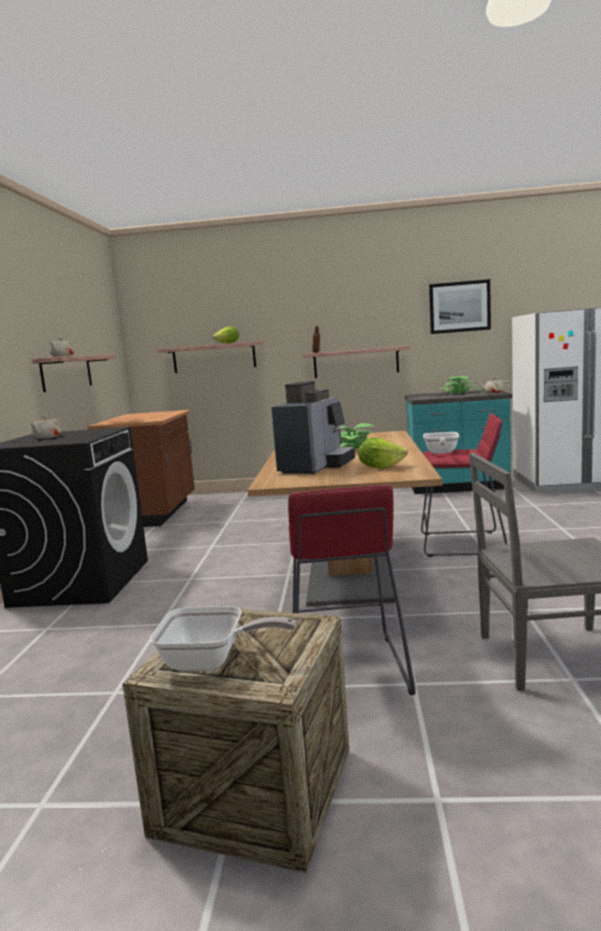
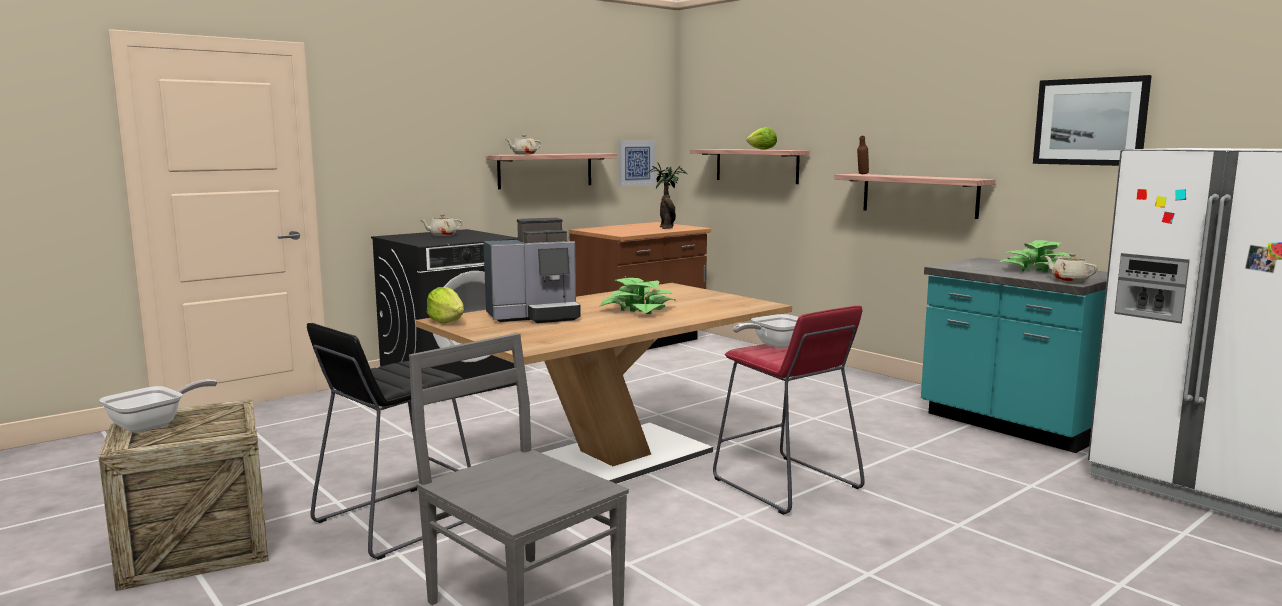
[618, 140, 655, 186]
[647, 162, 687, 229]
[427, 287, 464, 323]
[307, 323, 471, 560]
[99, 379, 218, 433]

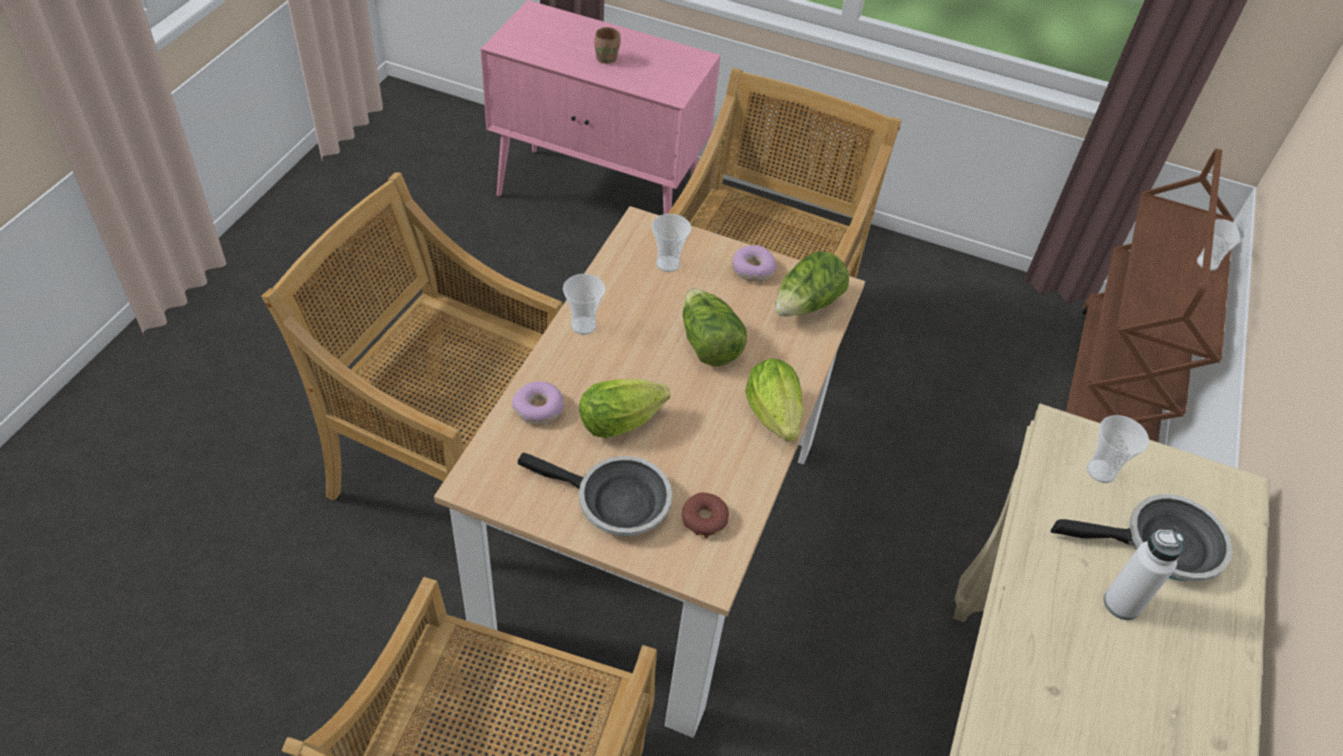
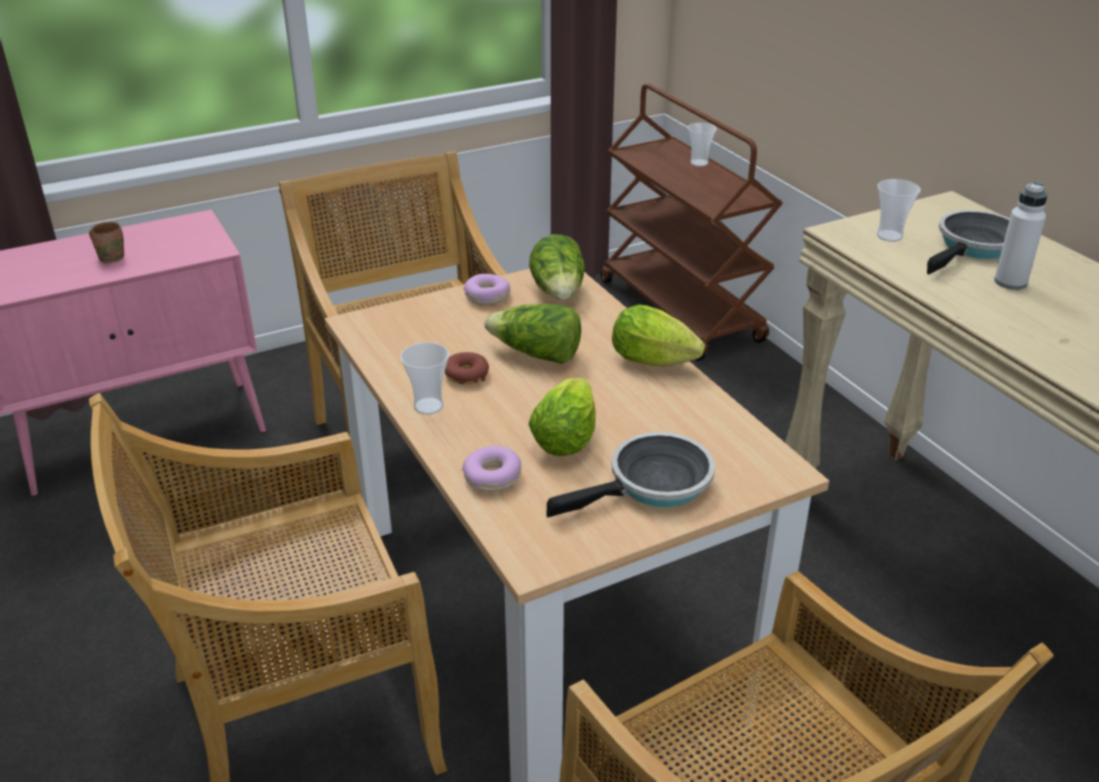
[652, 214, 691, 272] (first image)
[445, 352, 489, 384]

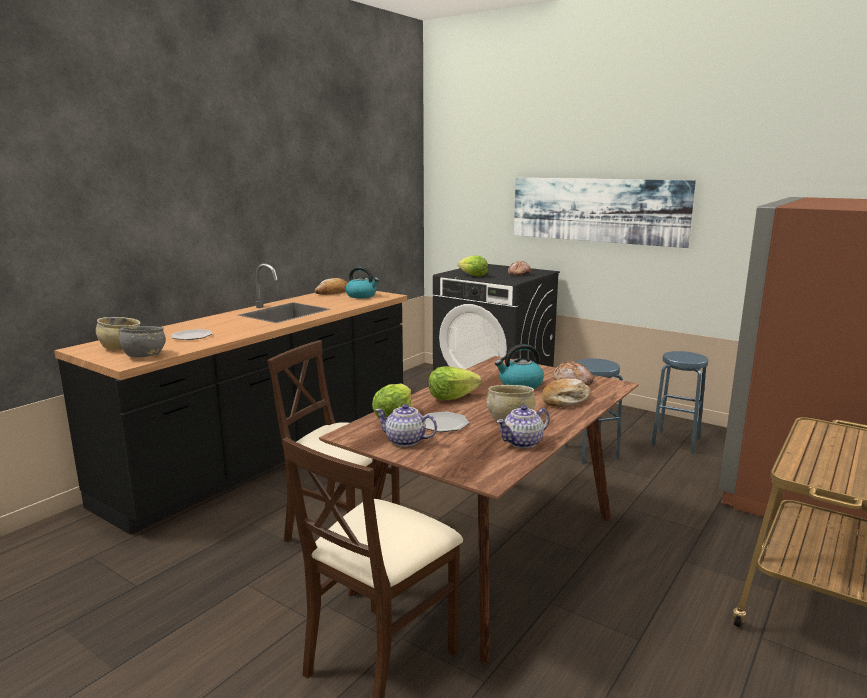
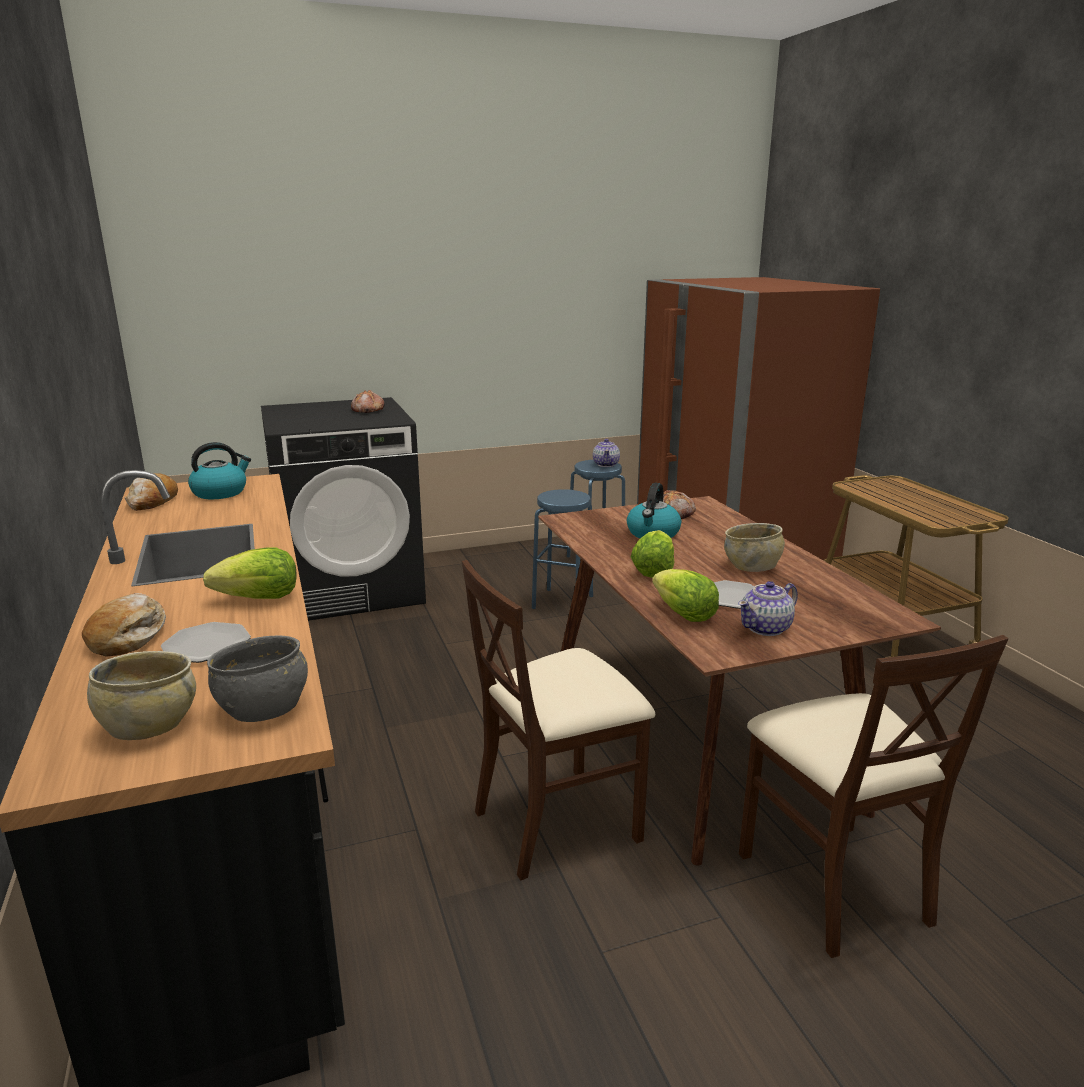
[514, 177, 696, 248] (first image)
[203, 547, 297, 599]
[593, 439, 620, 467]
[82, 593, 166, 657]

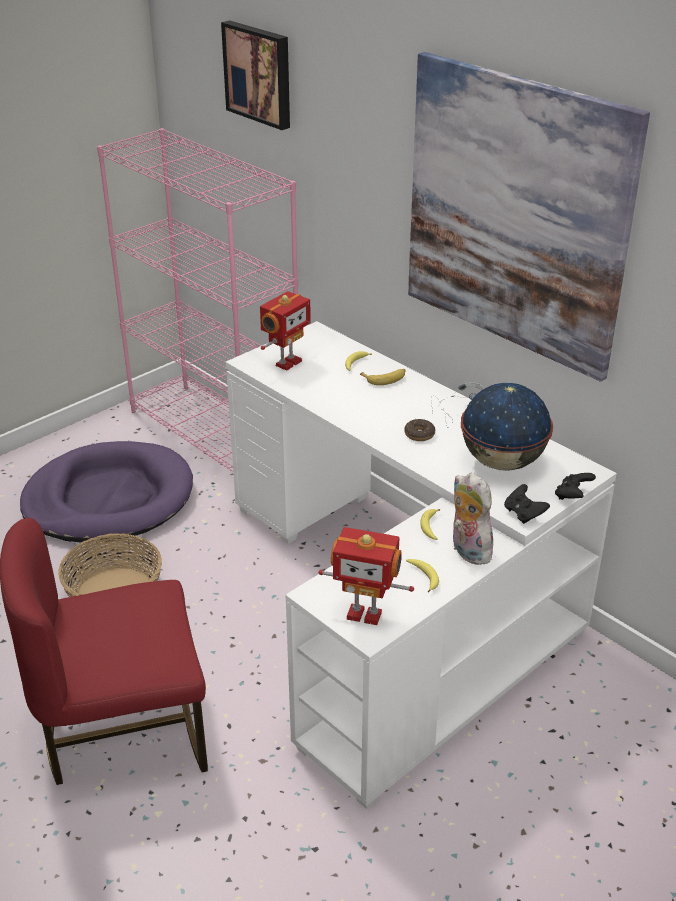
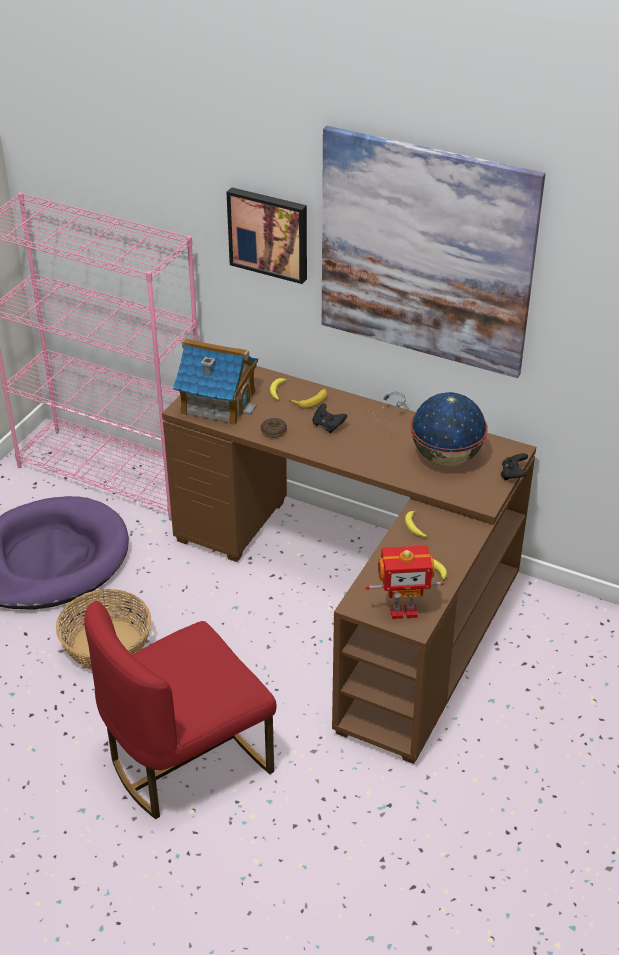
[453, 472, 495, 565] (first image)
[226, 187, 307, 284]
[261, 418, 287, 438]
[312, 403, 347, 433]
[173, 338, 258, 426]
[162, 366, 536, 764]

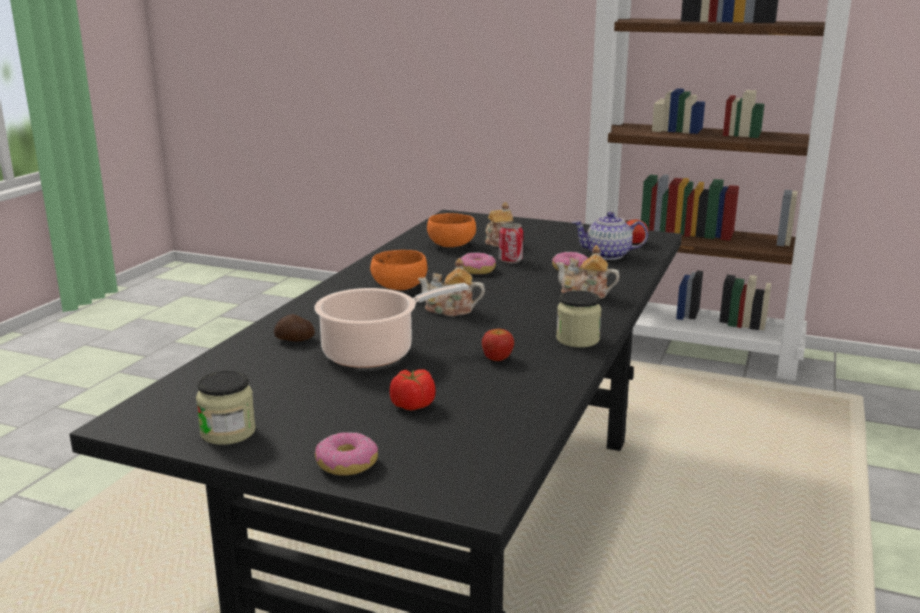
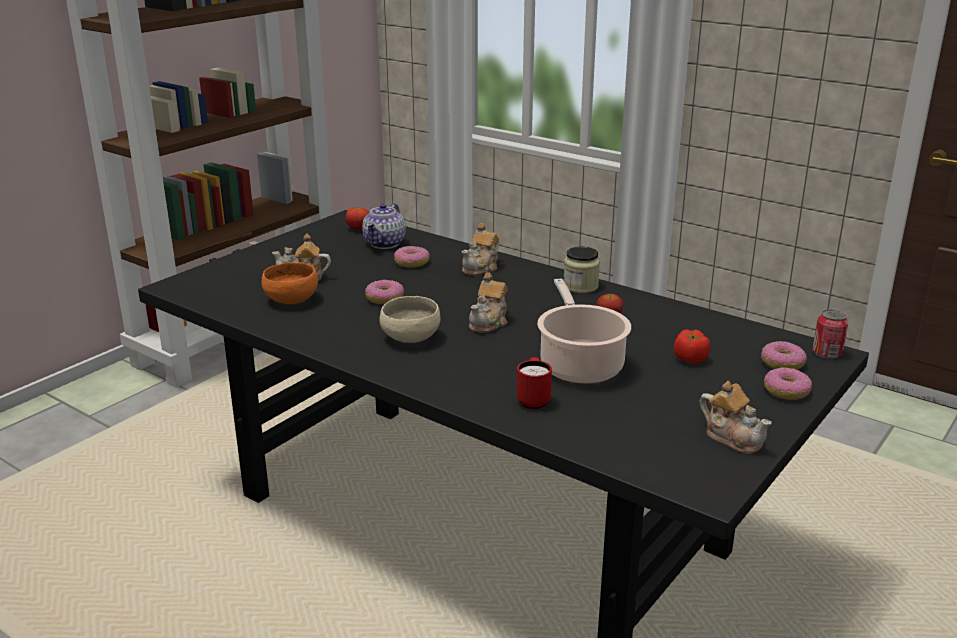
[761, 341, 807, 370]
[813, 309, 848, 359]
[700, 381, 772, 454]
[517, 357, 552, 409]
[379, 296, 440, 343]

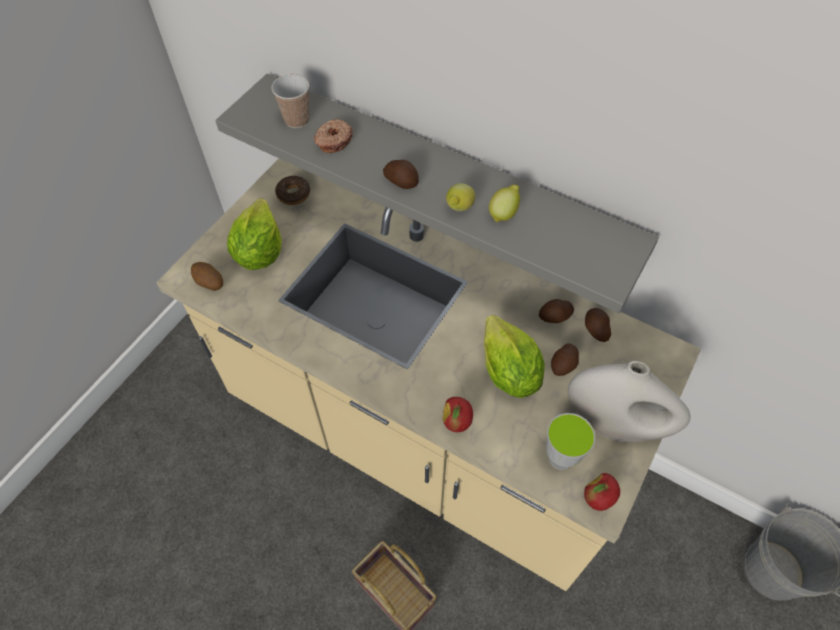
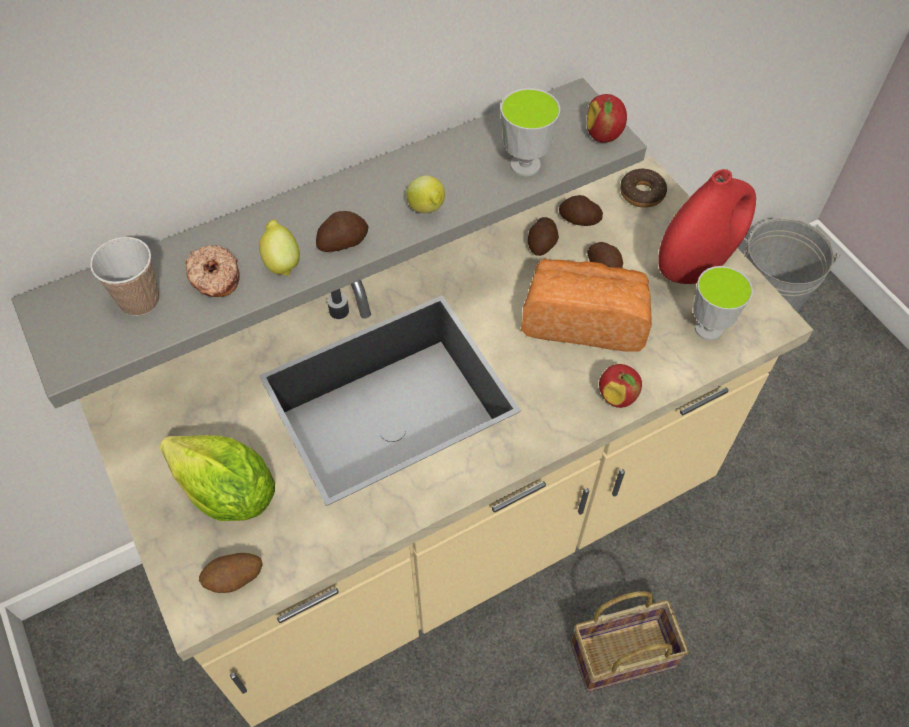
[501, 88, 560, 176]
[620, 169, 667, 208]
[259, 220, 300, 276]
[587, 94, 627, 143]
[521, 259, 652, 352]
[658, 169, 756, 284]

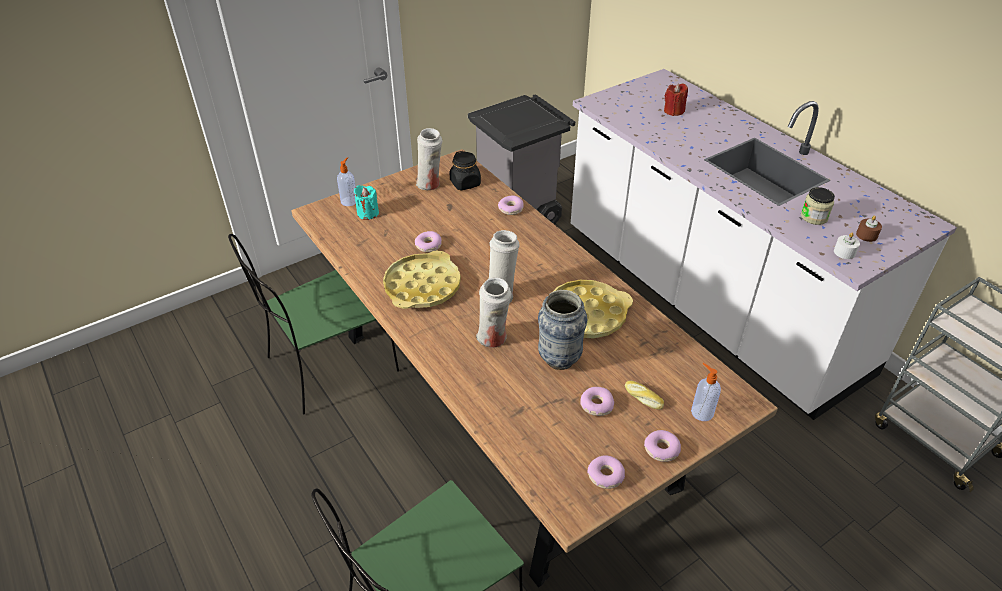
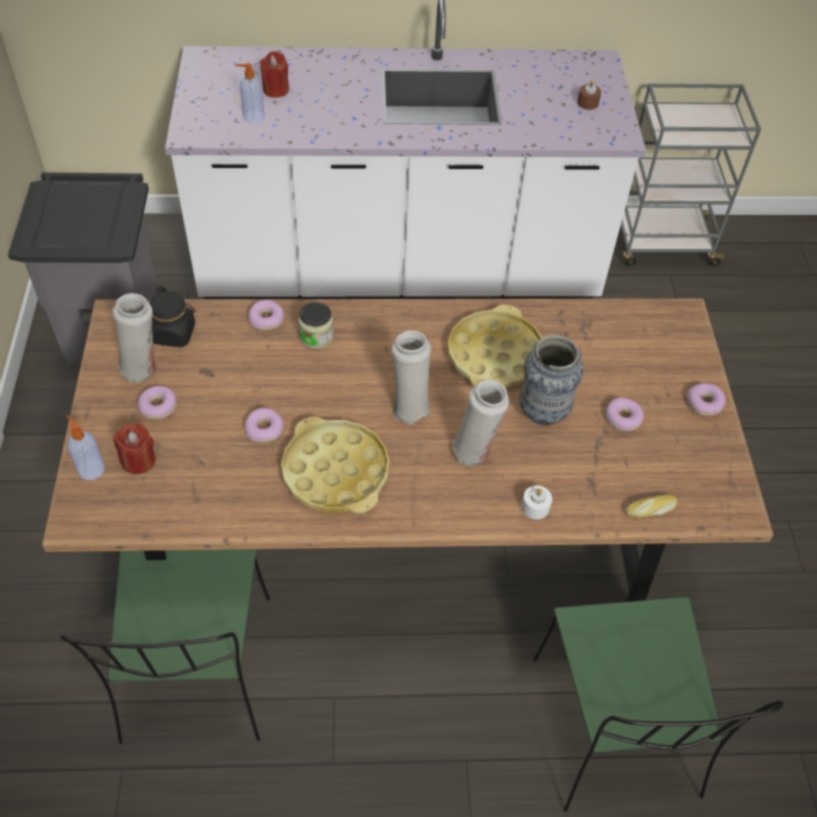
[138, 386, 177, 419]
[625, 494, 678, 518]
[235, 63, 265, 123]
[298, 302, 334, 349]
[521, 485, 552, 520]
[113, 424, 156, 474]

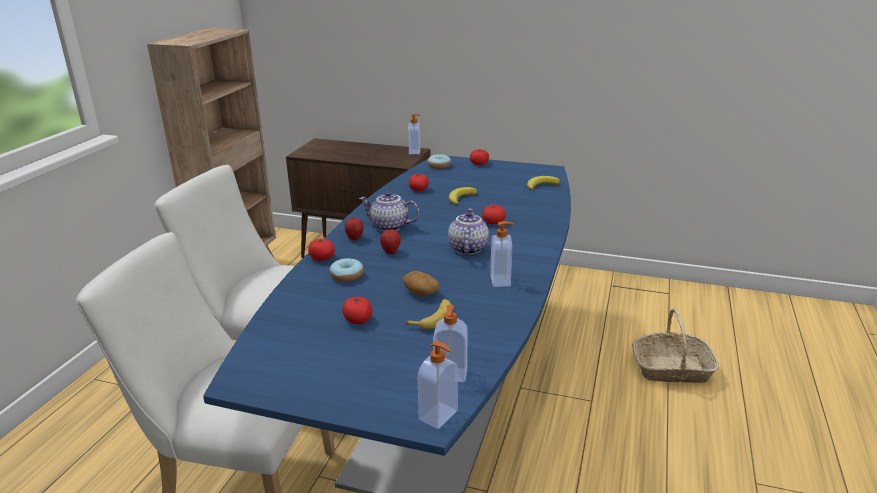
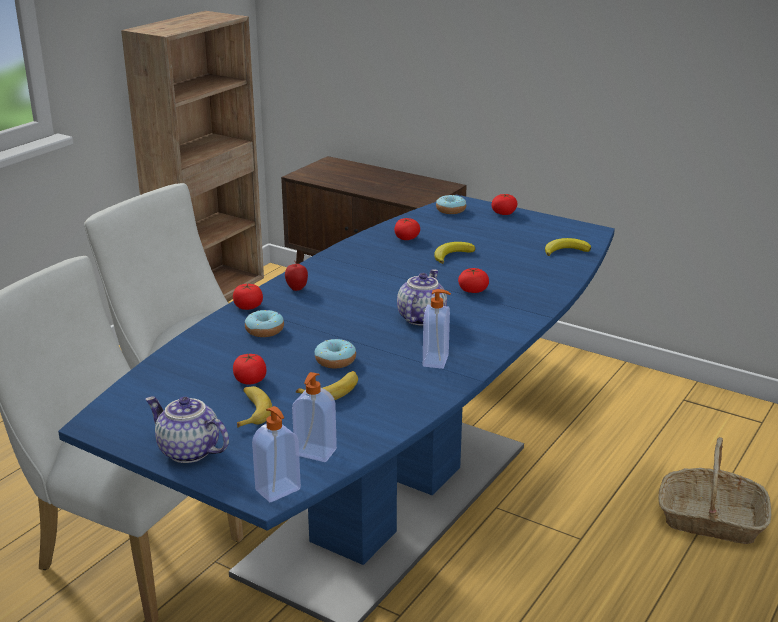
[380, 228, 401, 254] (first image)
[408, 114, 421, 154] (first image)
[237, 386, 272, 428]
[145, 396, 229, 463]
[315, 339, 356, 368]

